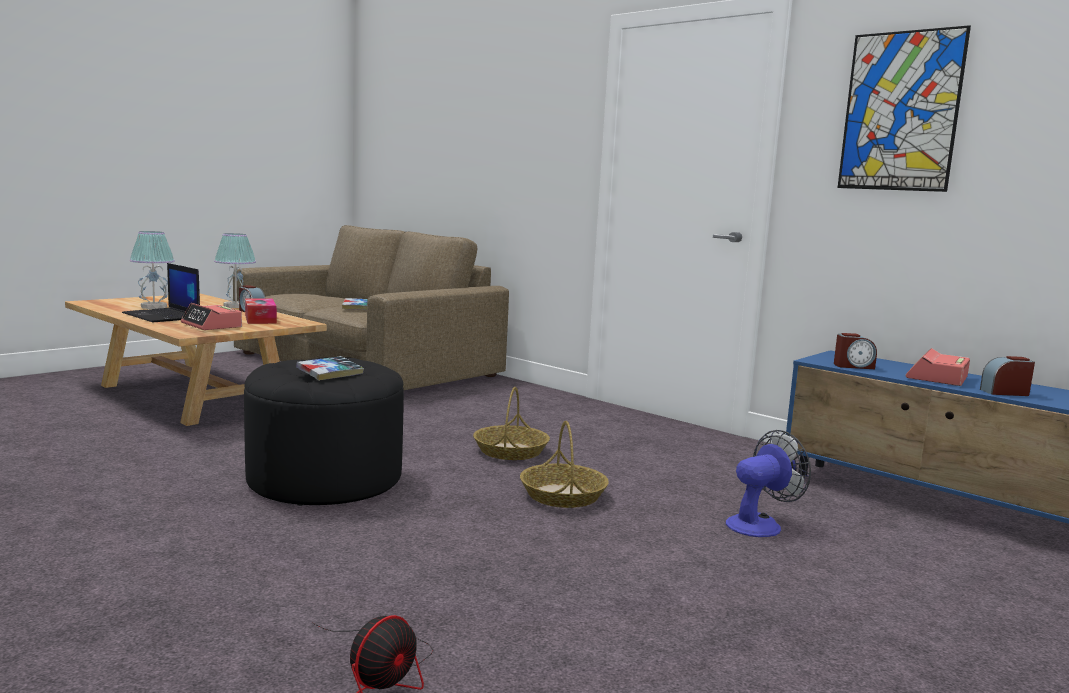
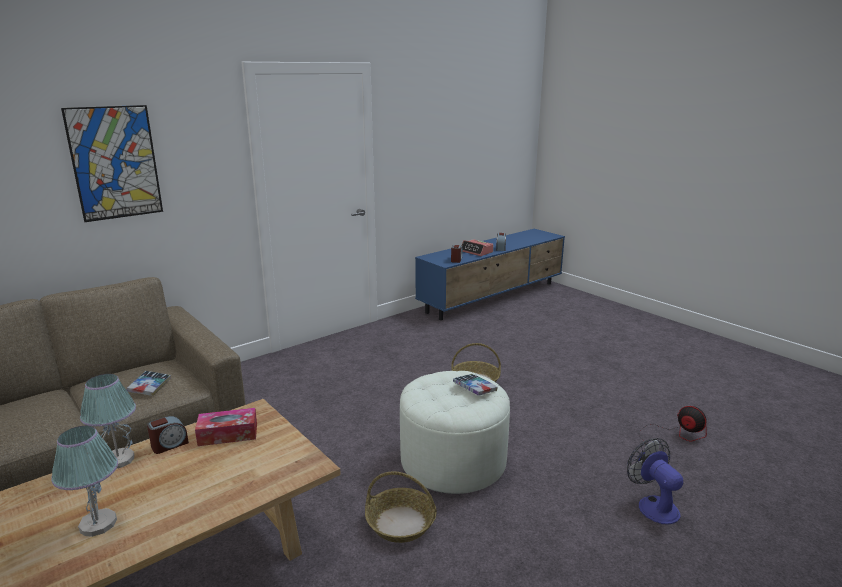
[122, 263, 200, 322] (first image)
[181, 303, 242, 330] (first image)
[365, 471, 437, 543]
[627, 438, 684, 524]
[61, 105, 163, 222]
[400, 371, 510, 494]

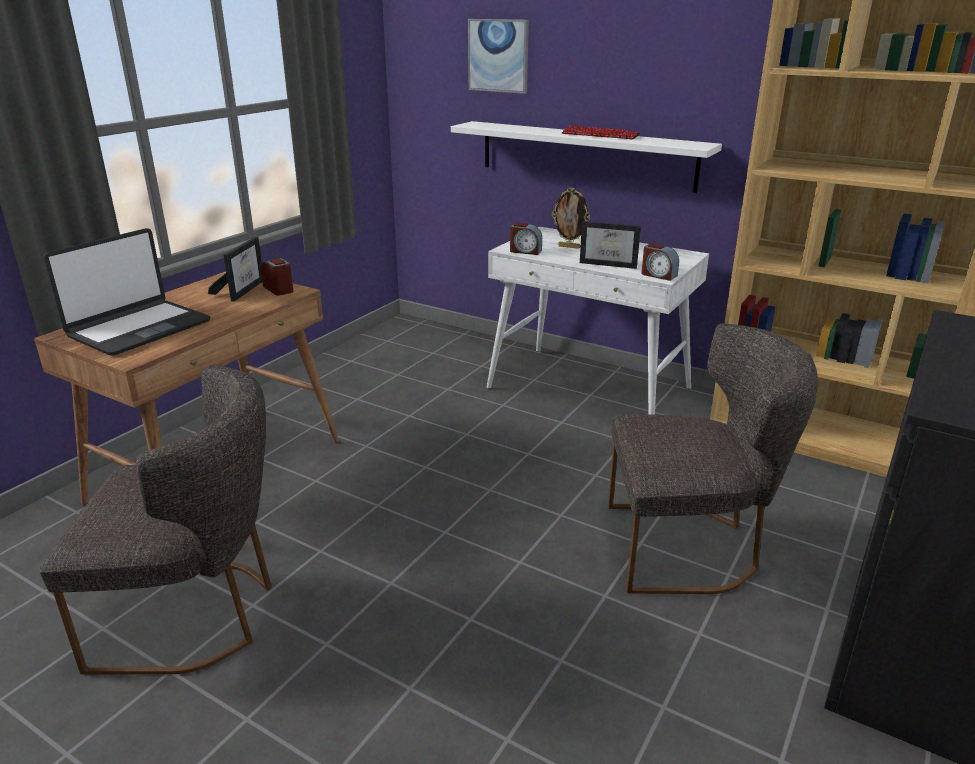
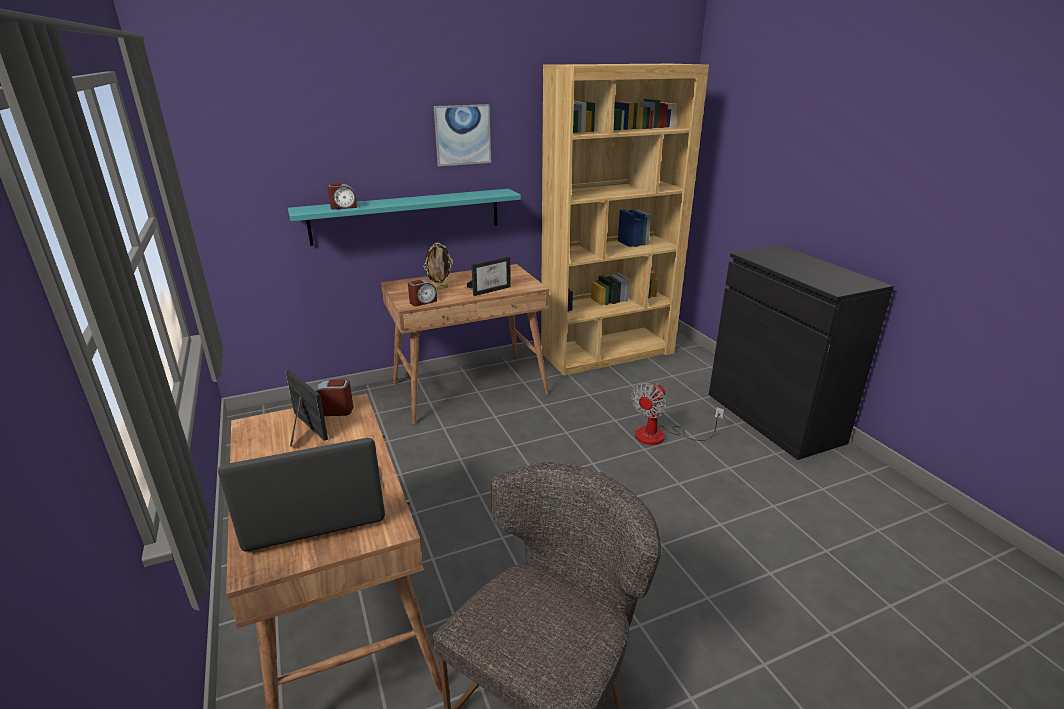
[562, 125, 641, 139] (first image)
[434, 104, 491, 166]
[327, 183, 357, 209]
[631, 383, 724, 445]
[288, 189, 521, 246]
[381, 264, 549, 424]
[218, 438, 385, 552]

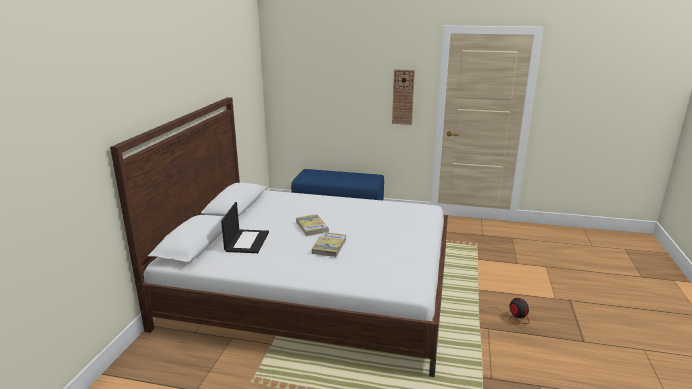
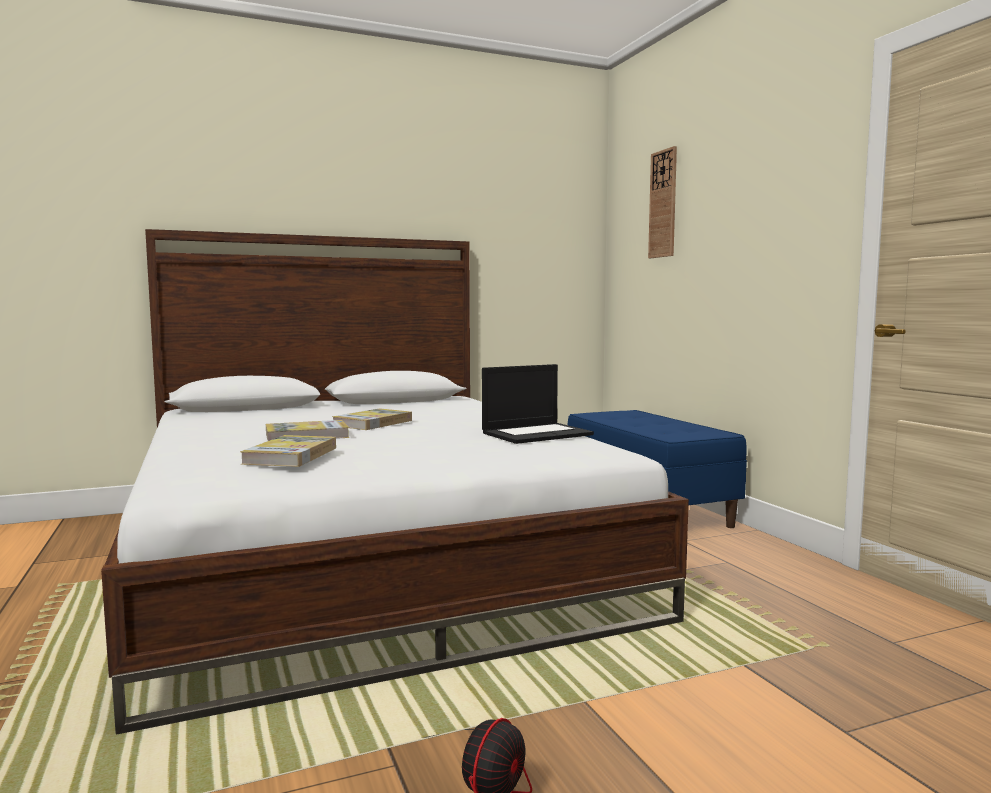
[240, 435, 336, 467]
[482, 364, 594, 444]
[648, 146, 677, 258]

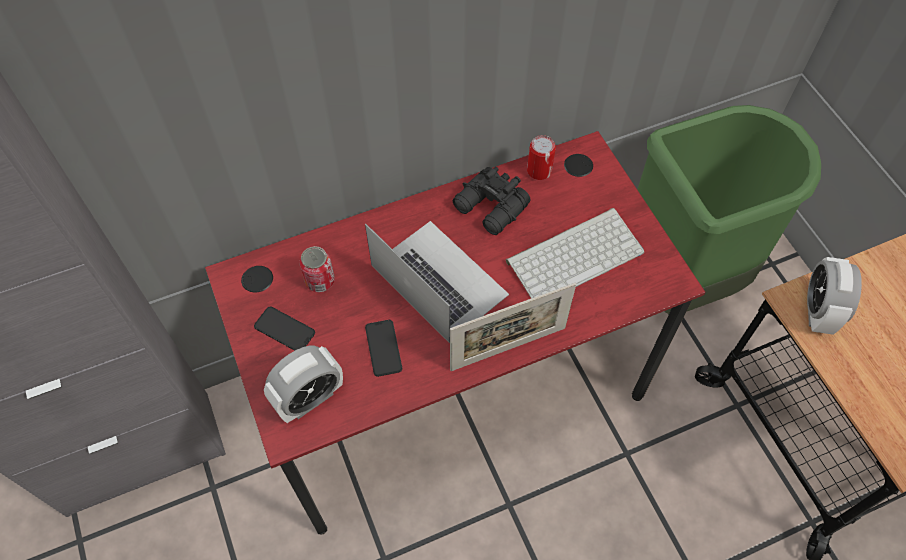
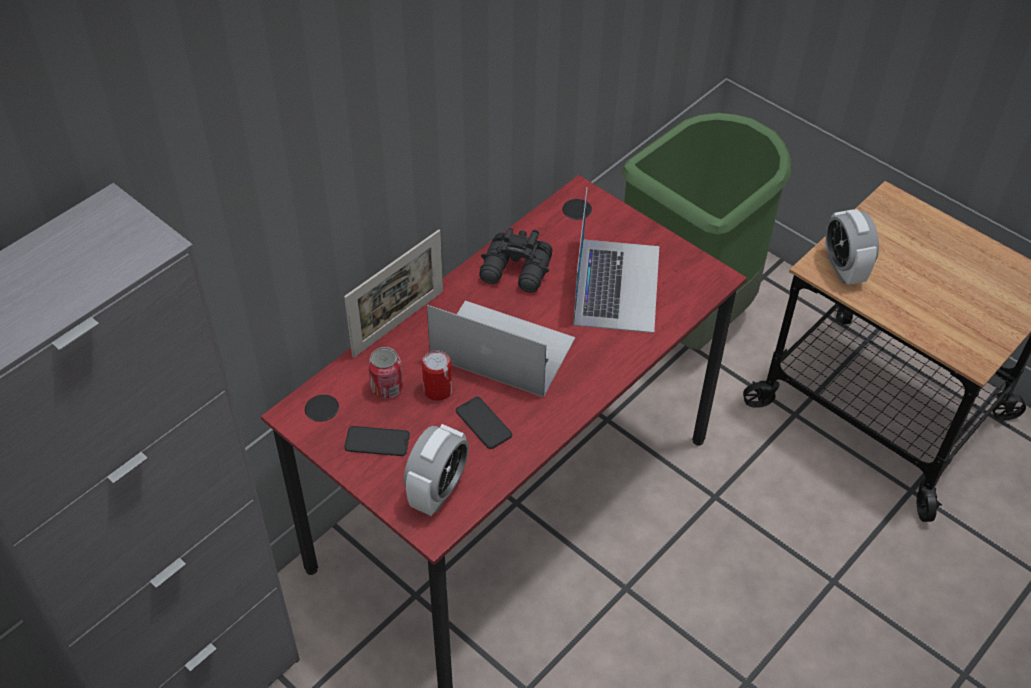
[344, 230, 443, 358]
[422, 350, 453, 401]
[573, 187, 659, 333]

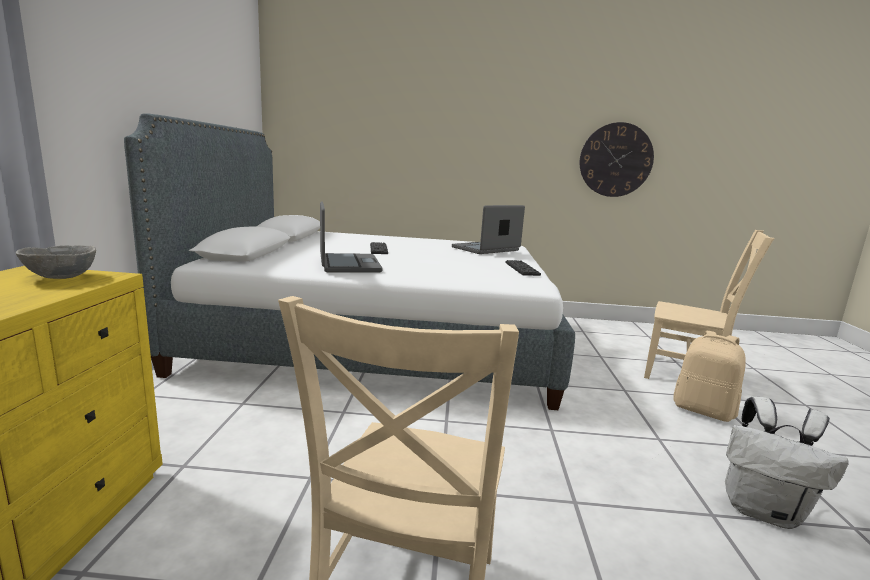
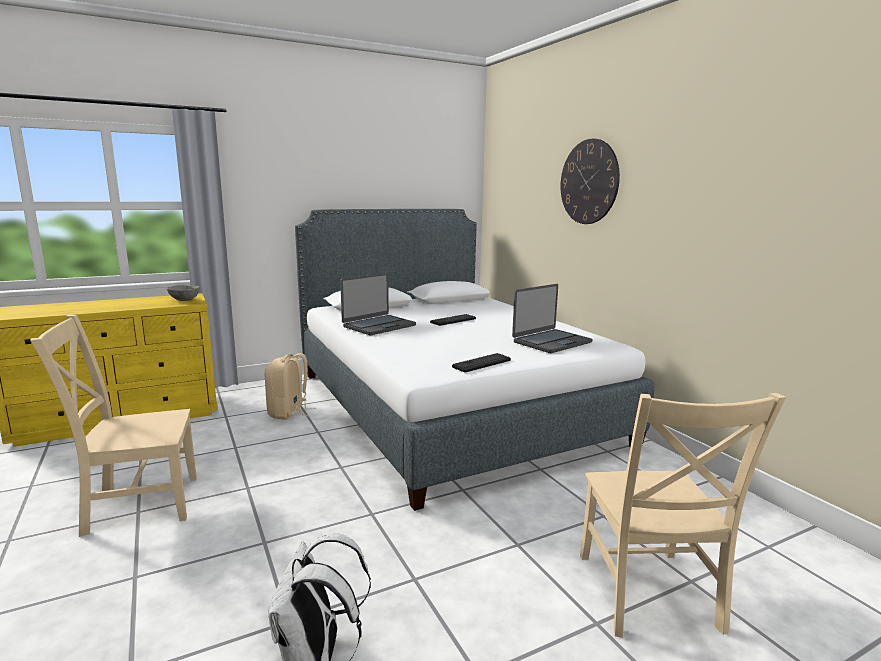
[561, 139, 620, 224]
[265, 353, 316, 420]
[512, 284, 592, 353]

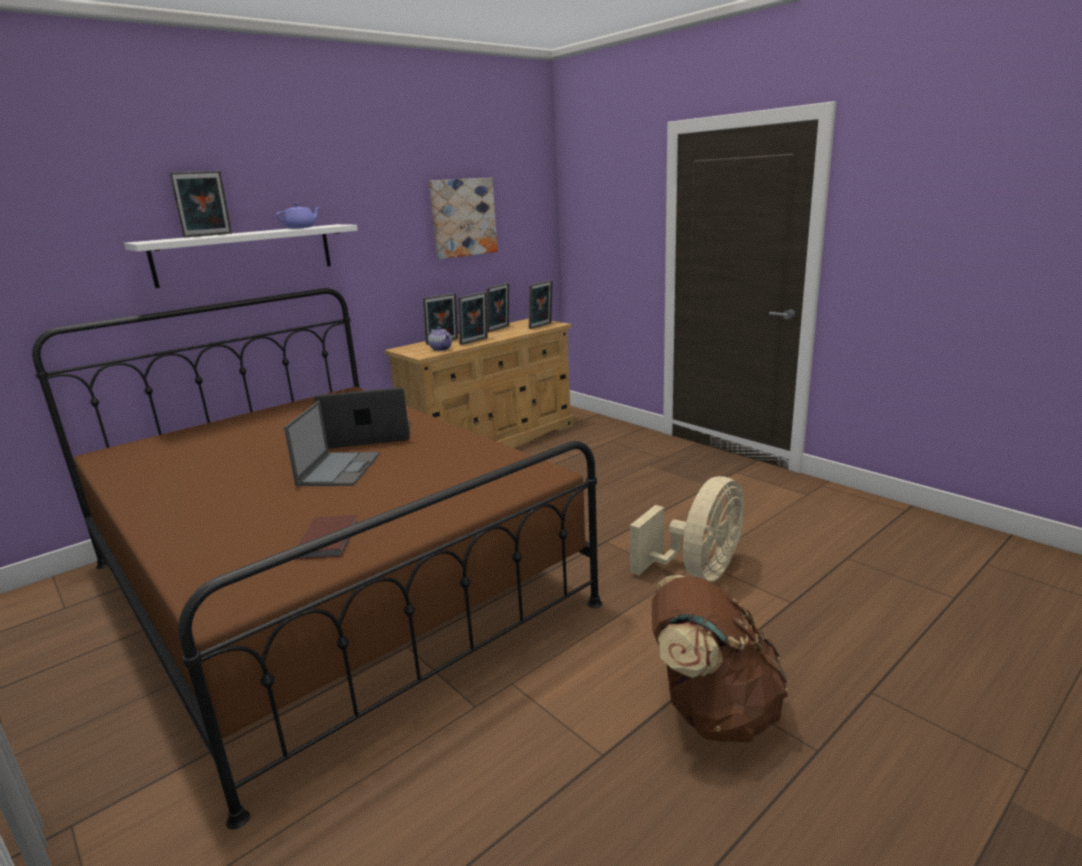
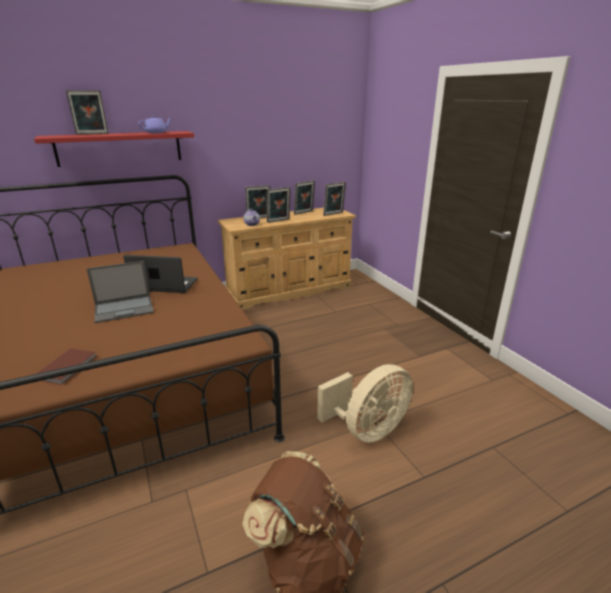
[429, 178, 498, 259] (first image)
[34, 131, 194, 167]
[86, 261, 154, 323]

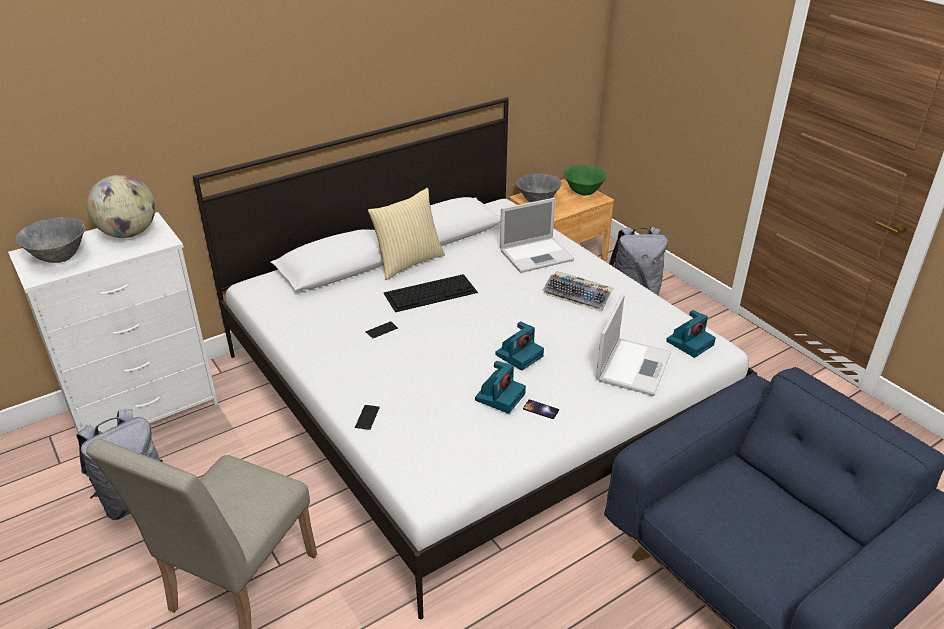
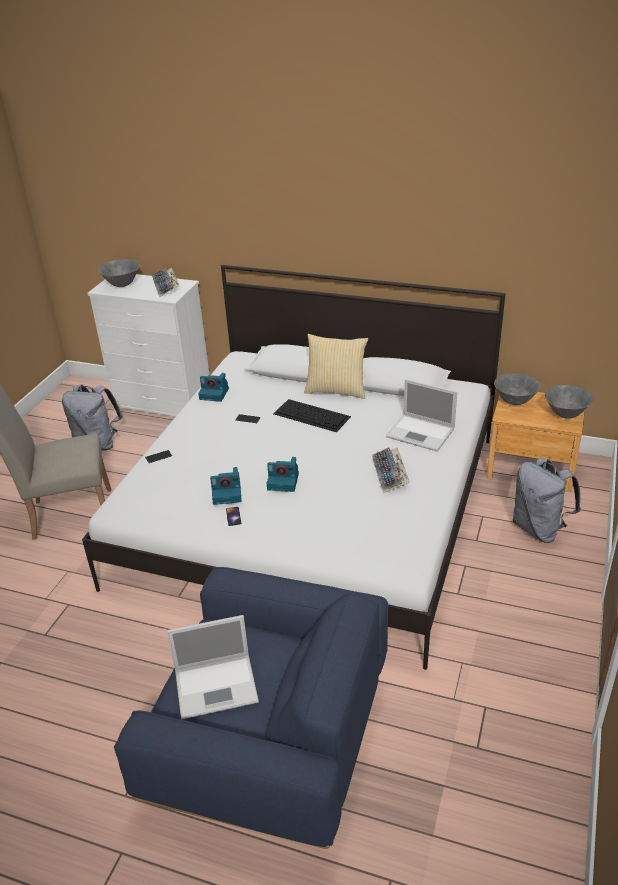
[167, 615, 259, 719]
[198, 373, 229, 402]
[152, 268, 179, 297]
[545, 385, 593, 419]

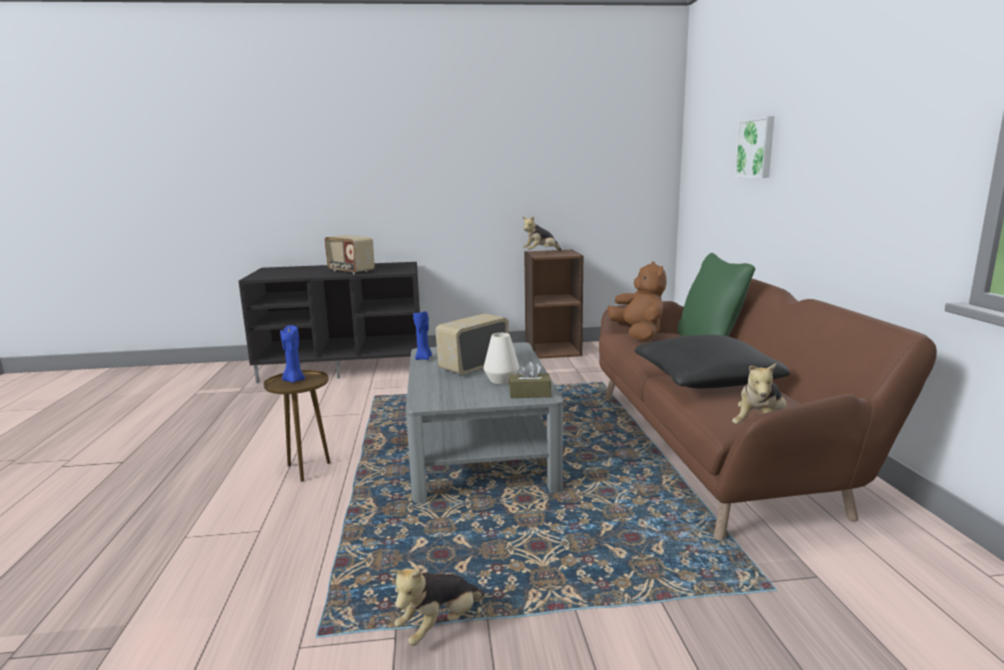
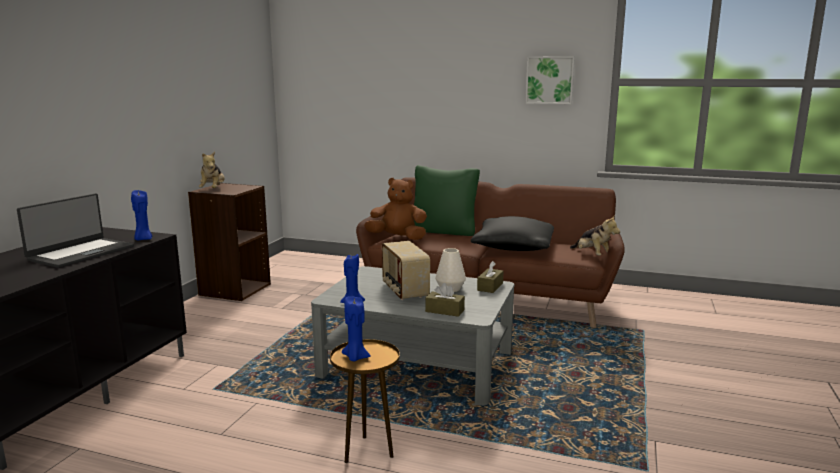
[390, 568, 484, 646] (first image)
[131, 190, 152, 240]
[425, 283, 465, 317]
[525, 56, 575, 104]
[17, 193, 134, 268]

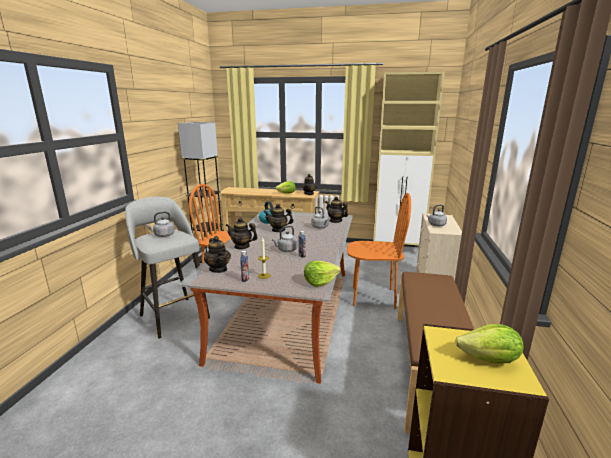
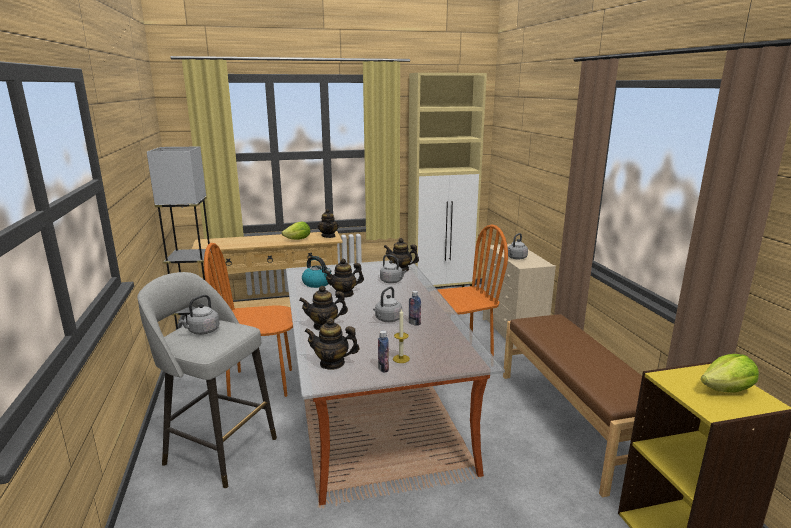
[304, 261, 341, 287] (first image)
[304, 318, 360, 370]

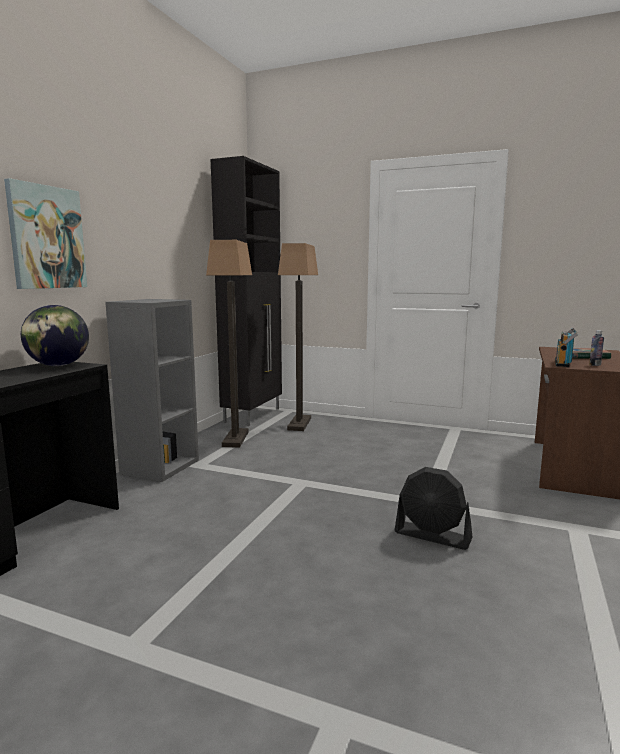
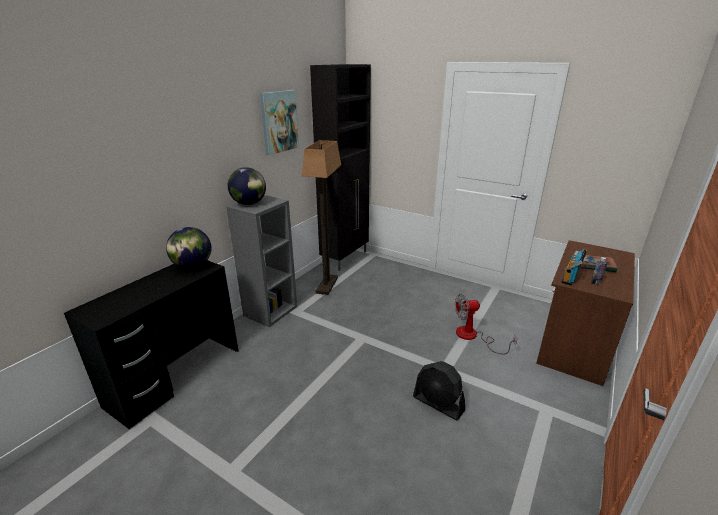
[278, 243, 318, 431] (first image)
[228, 167, 266, 205]
[455, 294, 517, 354]
[260, 90, 299, 155]

